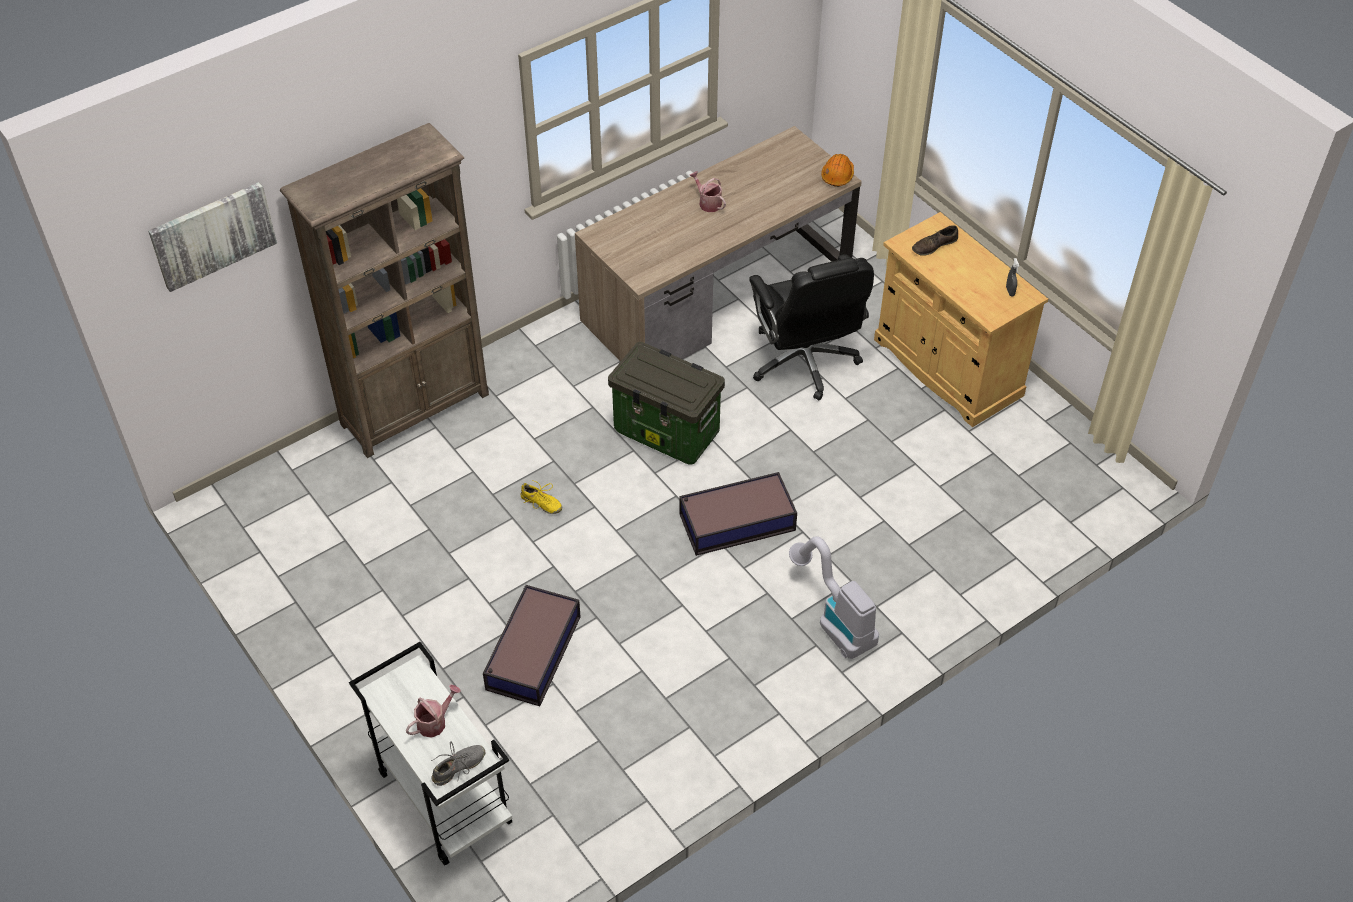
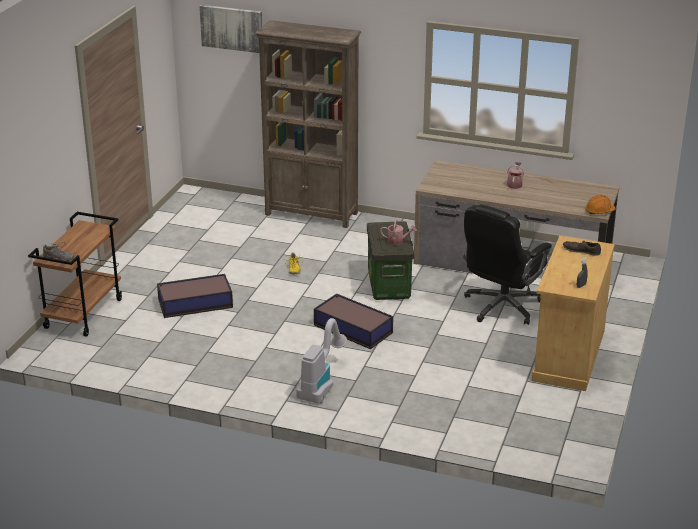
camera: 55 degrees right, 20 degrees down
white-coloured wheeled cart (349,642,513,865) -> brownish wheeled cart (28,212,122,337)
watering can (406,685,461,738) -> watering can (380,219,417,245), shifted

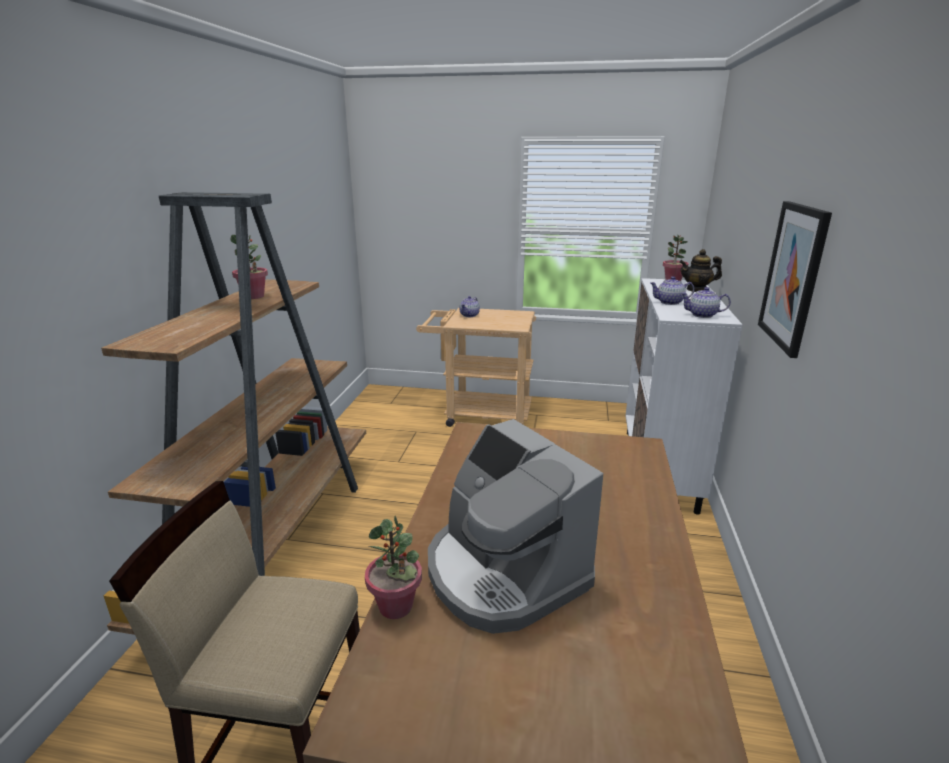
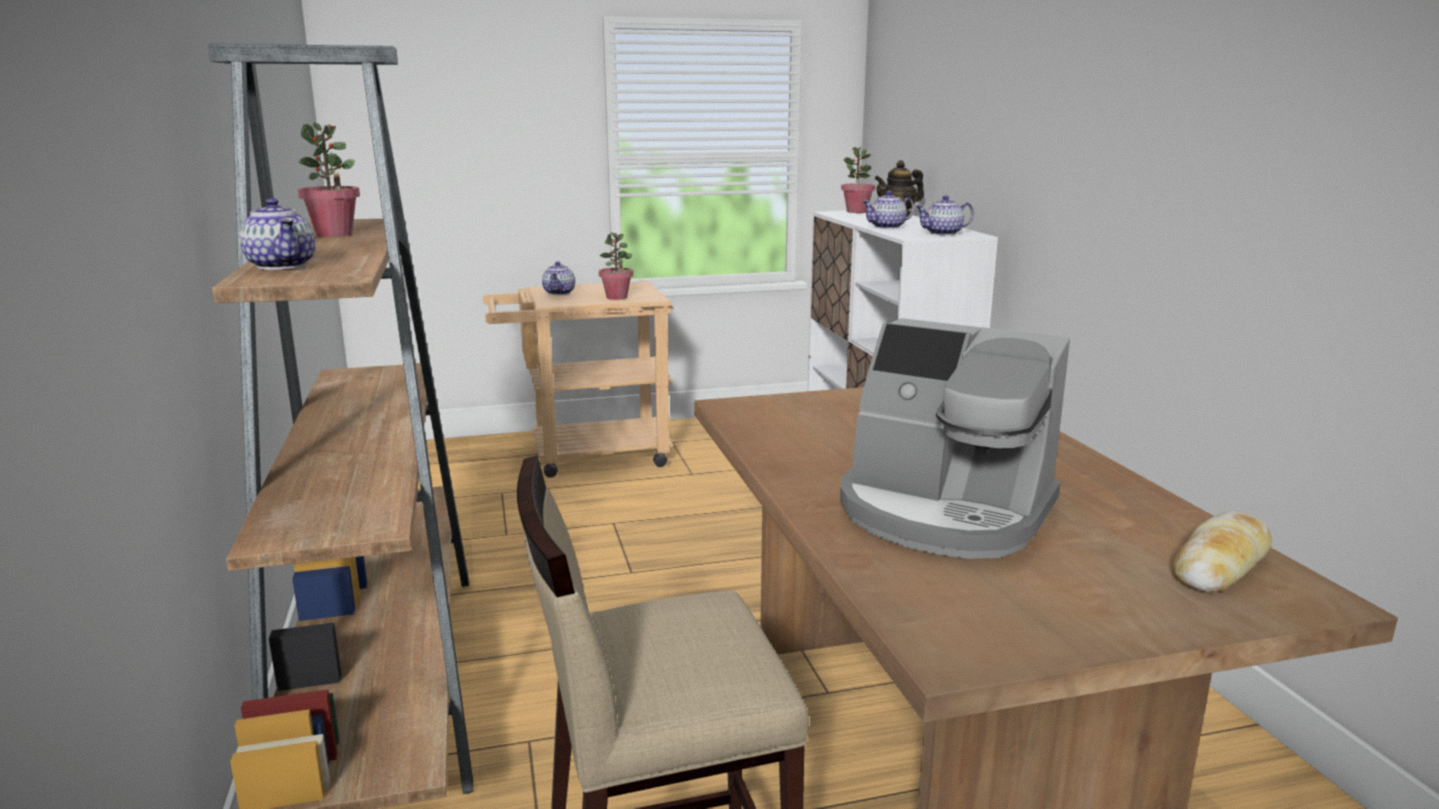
camera: 25 degrees left, 5 degrees down
plant in a pot (365,516,422,619) -> plant in a pot (599,232,633,300), shifted
picture (758,201,832,358) -> none
none -> teapot (239,198,315,270)
none -> bakery bread (1173,511,1272,593)

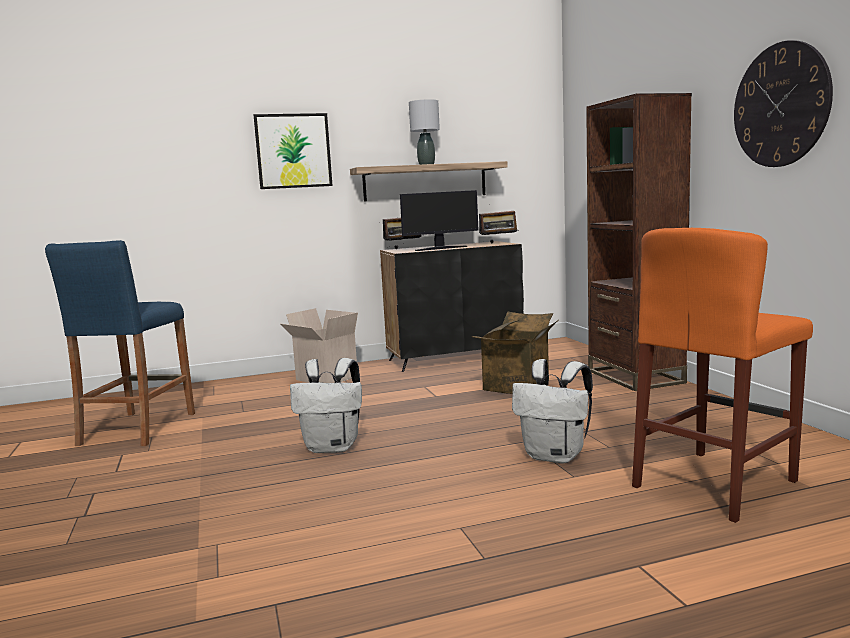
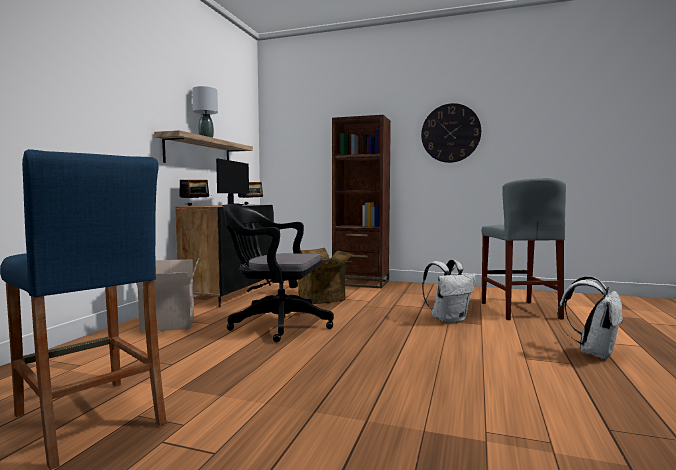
camera: 55 degrees left, 5 degrees down
picture (254,113,333,189) -> none
white-coloured knapsack (290,358,362,453) -> white-coloured knapsack (557,276,623,360), shifted
orange-coloured sitting stool (632,228,813,523) -> grey sitting stool (481,178,566,320)
none -> blackish office chair (223,204,334,342)

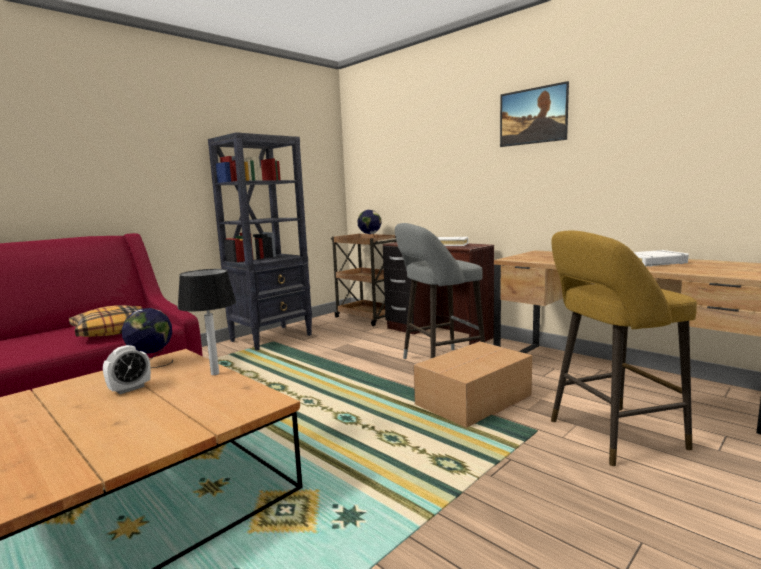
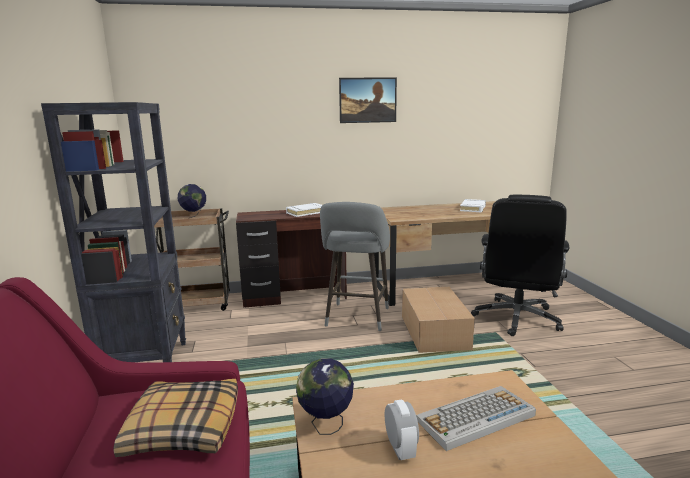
camera: 55 degrees left, 5 degrees up
tabletop lamp (177,269,236,375) -> none
yellow sitting stool (551,231,697,466) -> blackish office chair (471,195,569,336)
none -> computer keyboard (416,386,536,451)

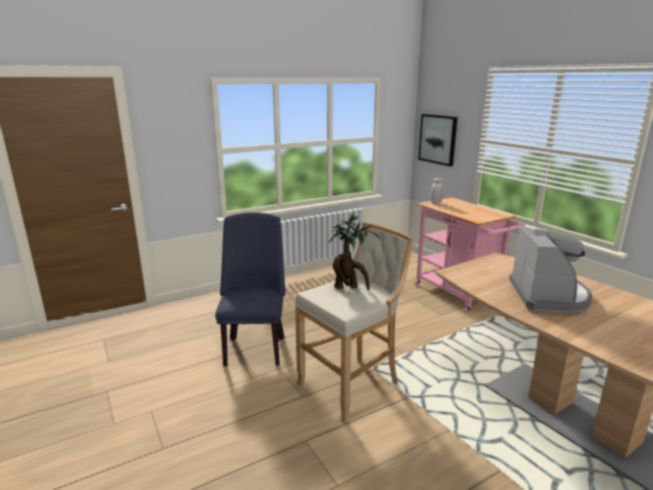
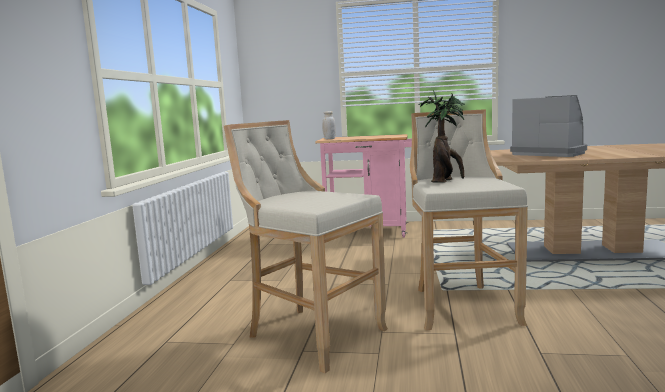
camera: 50 degrees left, 10 degrees down
bluish plain chair (215,212,286,366) -> beige-coloured sitting stool (224,120,388,373)
picture (418,114,458,166) -> none

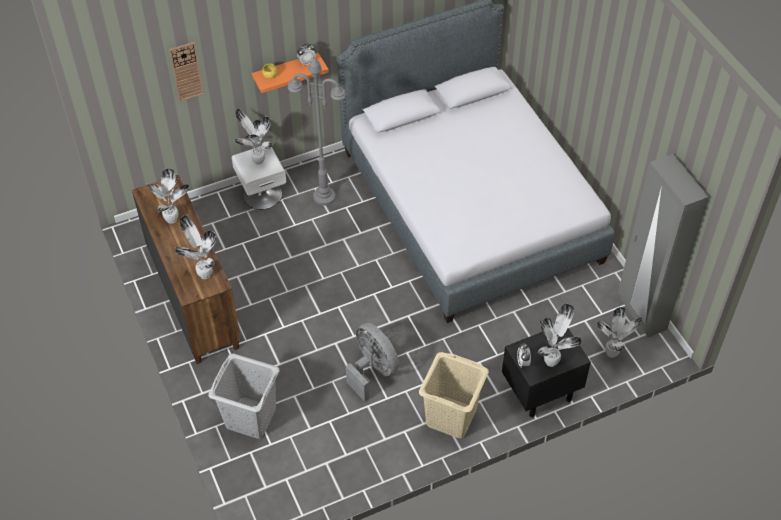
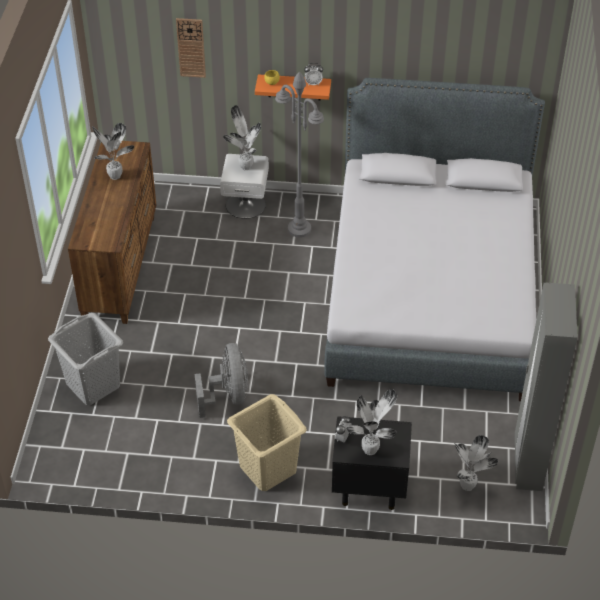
camera: 30 degrees right, 5 degrees down
plant in a pot (175,215,216,279) -> none

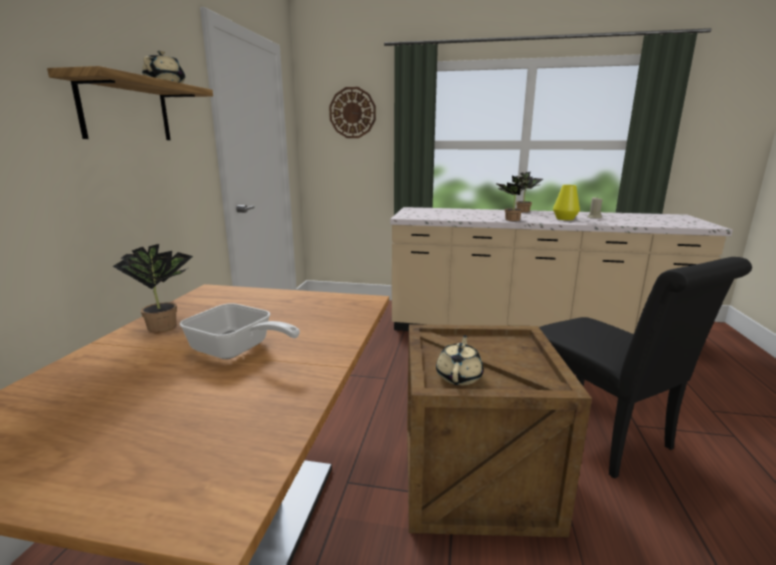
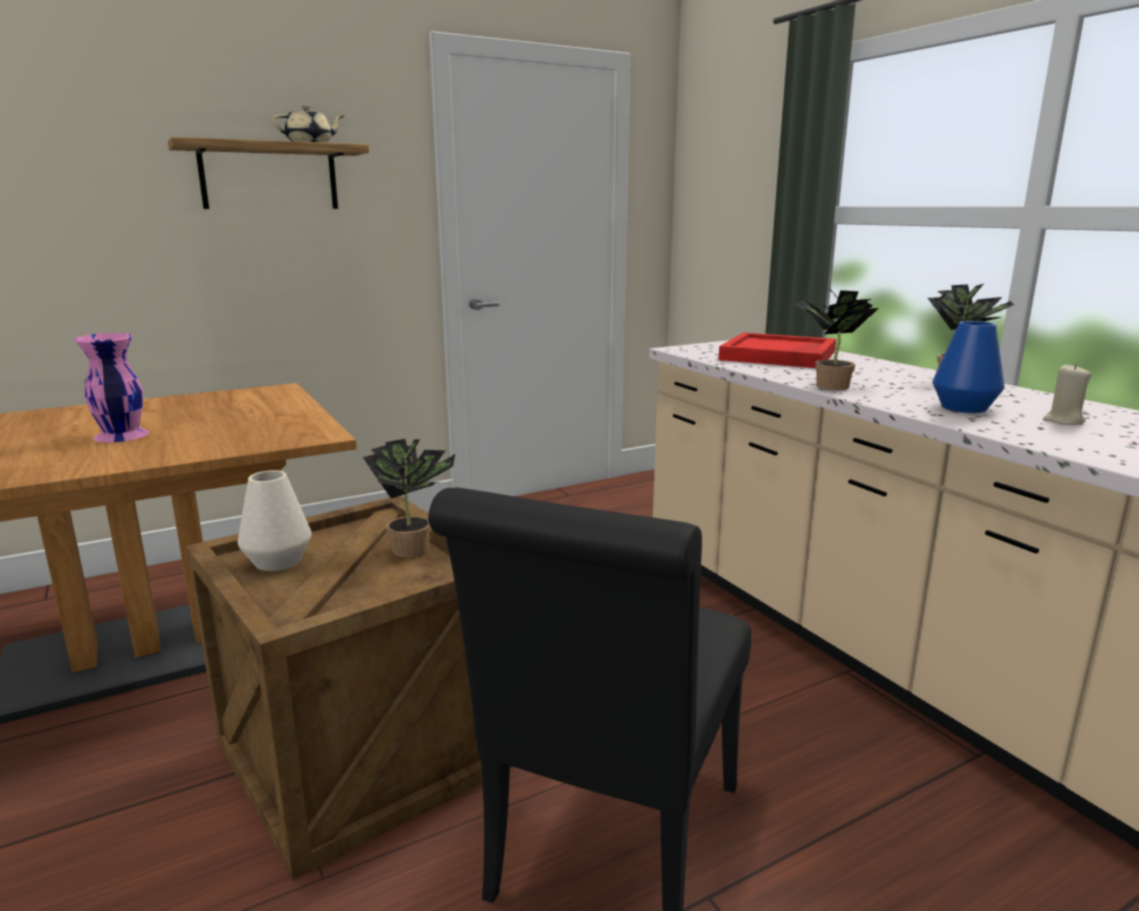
camera: 50 degrees right, 0 degrees up
plant in a pot (113,244,193,332) -> plant in a pot (363,439,455,558), shifted
skillet (179,303,300,359) -> pinkish decorative vase (75,333,149,443)
hanging clock (329,87,376,138) -> none
beige-coloured teapot (436,335,484,385) -> white-coloured decorative vase (238,470,312,571)
yellow decorative vase (553,185,580,220) -> bluish decorative vase (933,321,1005,413)
none -> red serving tray (718,332,836,368)

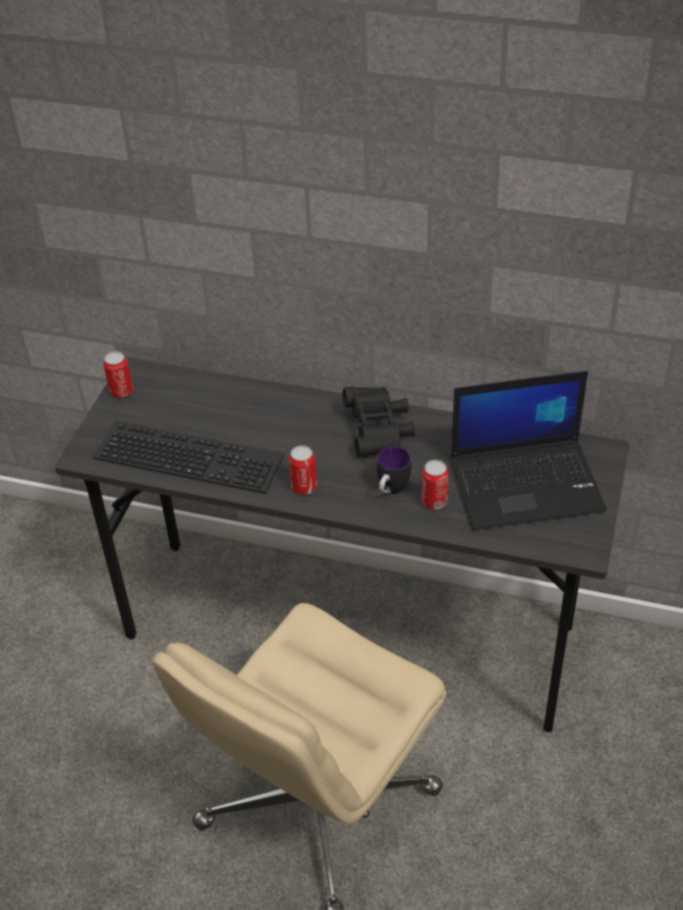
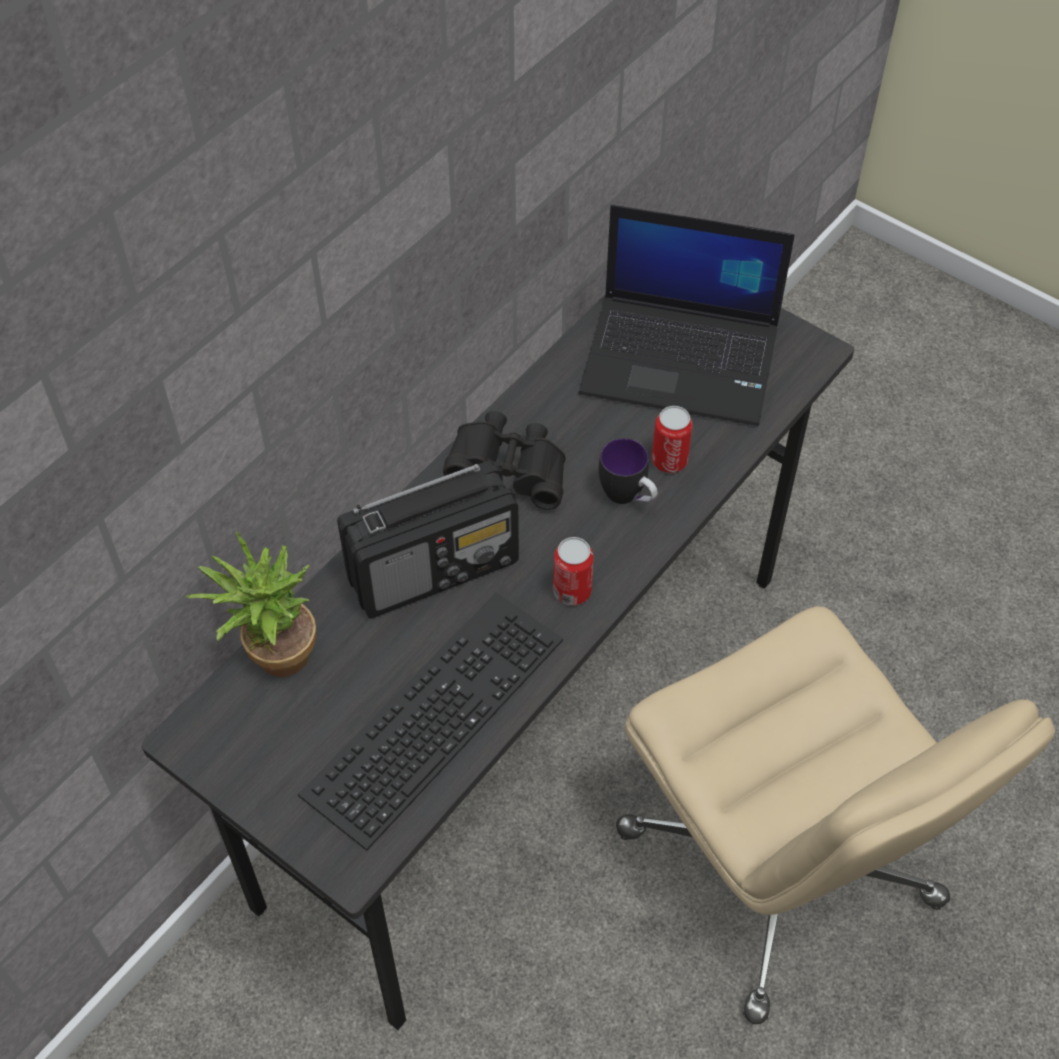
camera: 70 degrees left, 10 degrees up
can (103,351,133,398) -> none
notebook computer (451,371,607,530) -> notebook computer (579,205,795,426), 90 degrees clockwise
none -> plant in a pot (186,531,316,677)
none -> radio (337,461,519,618)

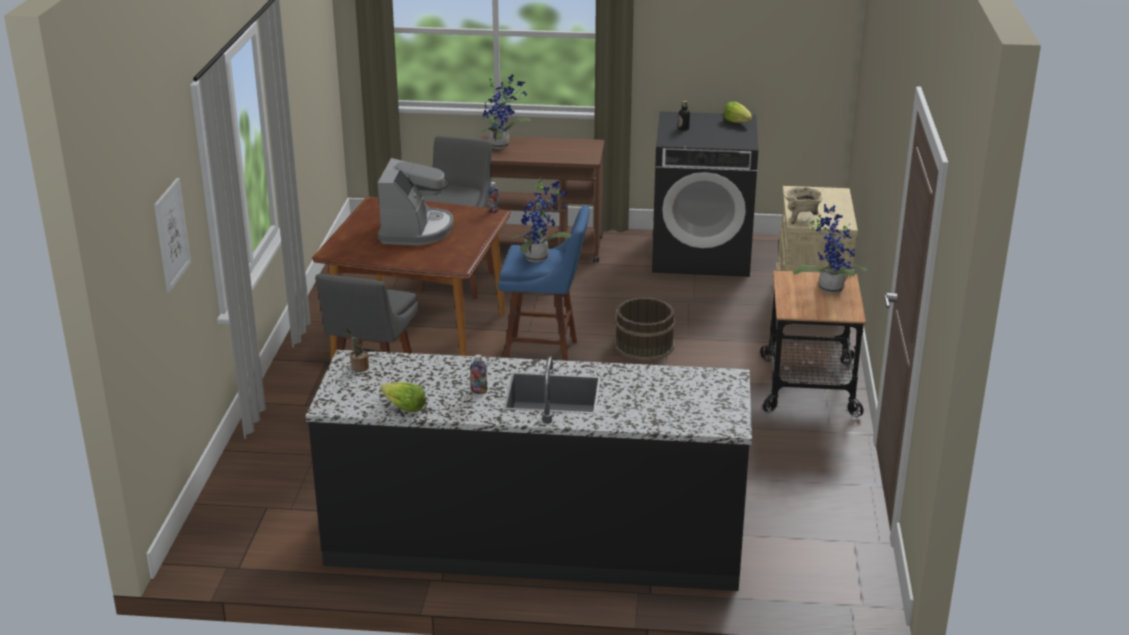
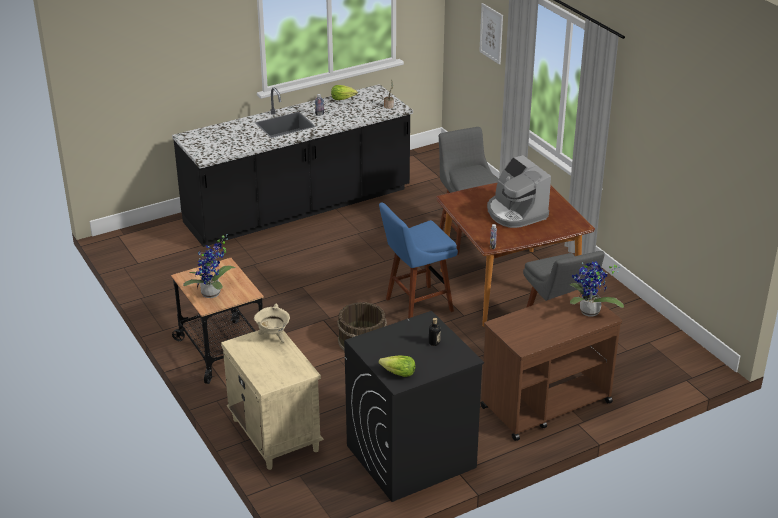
camera: 145 degrees right, 5 degrees up
plant in a pot (511,177,571,262) -> none

